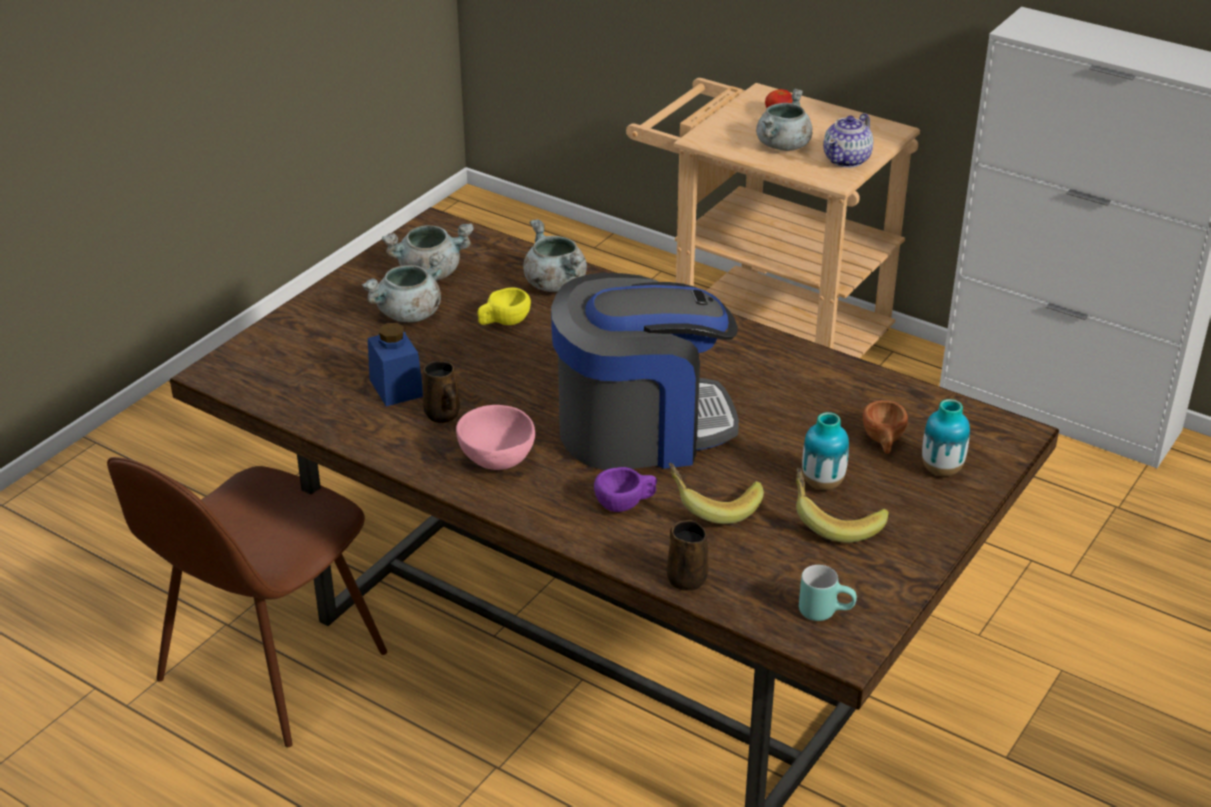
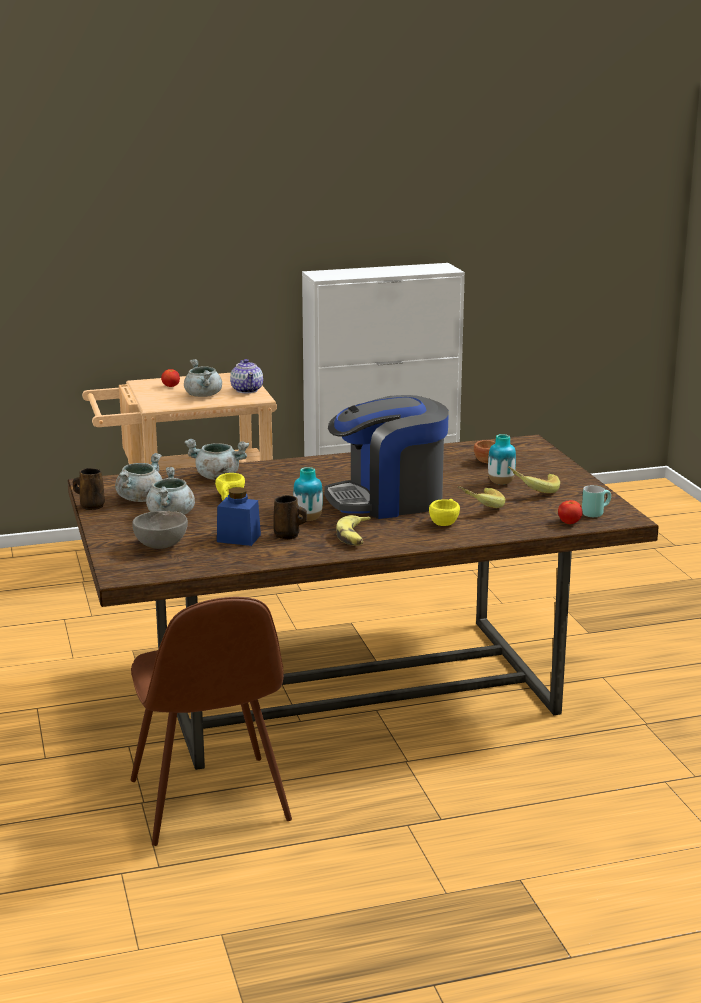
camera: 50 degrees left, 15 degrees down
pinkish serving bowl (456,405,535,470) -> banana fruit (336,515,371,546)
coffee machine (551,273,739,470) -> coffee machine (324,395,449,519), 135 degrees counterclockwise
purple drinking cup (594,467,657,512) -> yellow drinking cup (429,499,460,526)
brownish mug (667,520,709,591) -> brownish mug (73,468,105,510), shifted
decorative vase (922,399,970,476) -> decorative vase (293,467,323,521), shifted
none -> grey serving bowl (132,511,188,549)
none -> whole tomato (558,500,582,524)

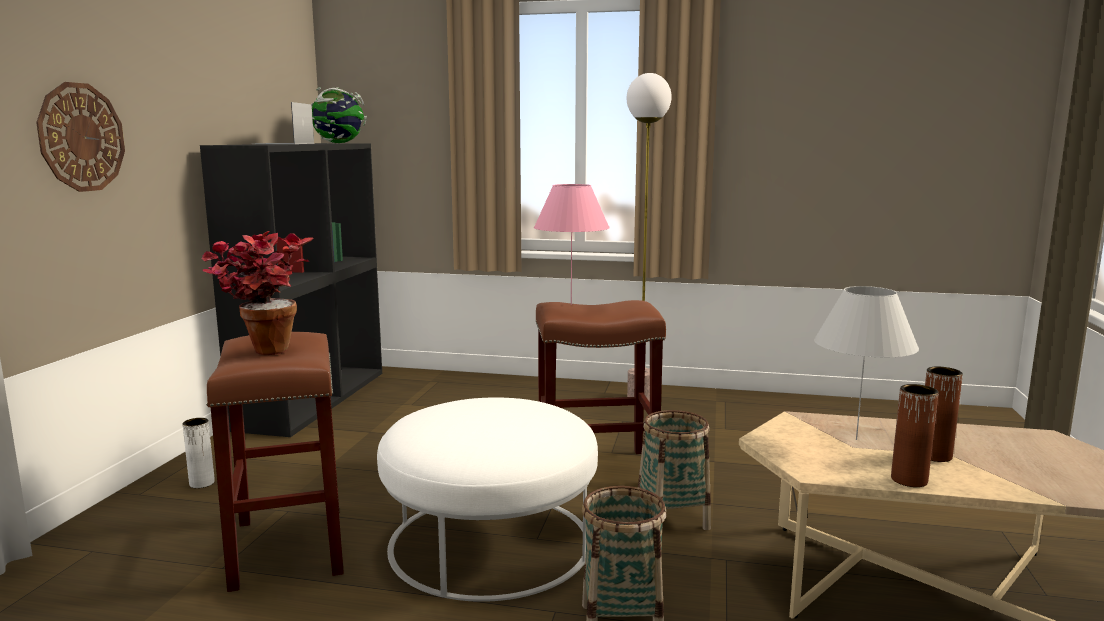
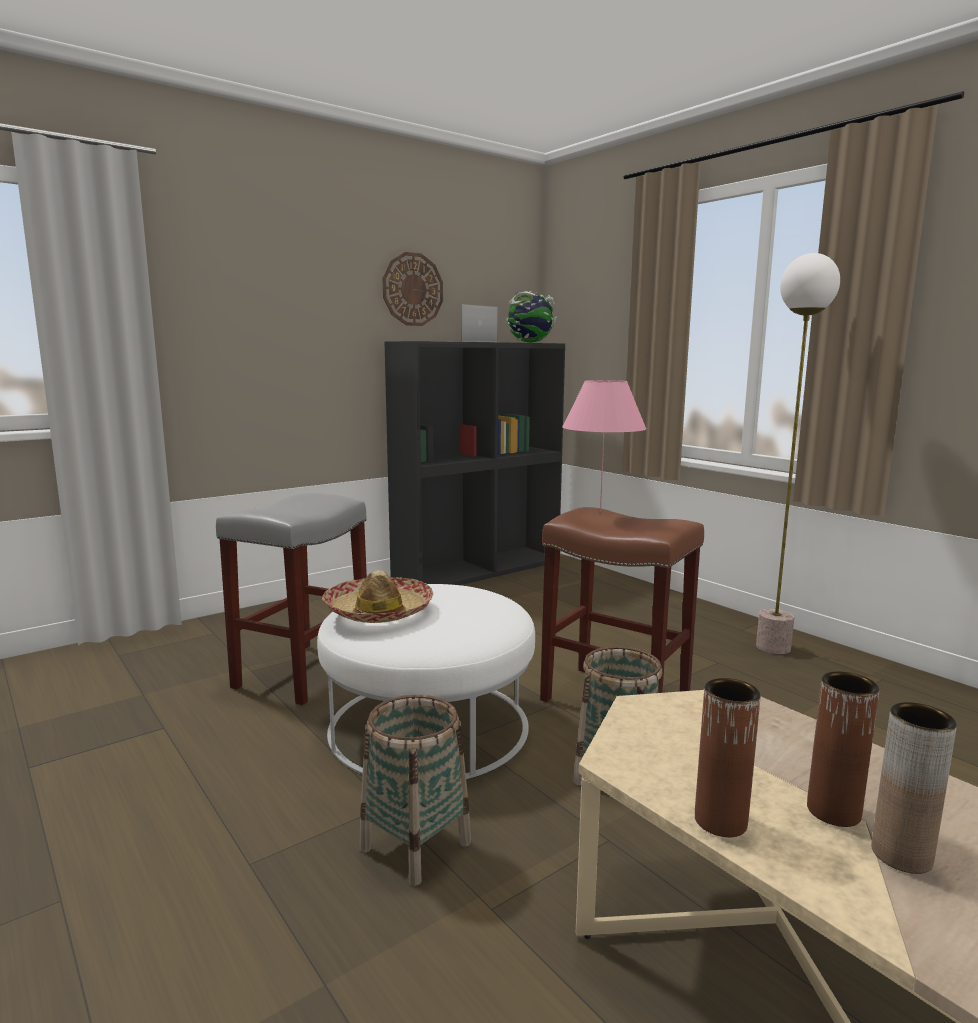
camera: 40 degrees right, 0 degrees up
hanging clock (36,82,125,192) -> hanging clock (383,252,443,326), shifted
white-coloured decorative vase (182,418,215,488) -> none
plant in a pot (201,231,313,355) -> none
brownish sitting stool (206,332,344,592) -> grey sitting stool (216,493,367,705)
white-coloured tabletop lamp (814,286,919,440) -> none
none -> clothing hat (322,570,433,623)
none -> brownish decorative vase (871,702,957,874)

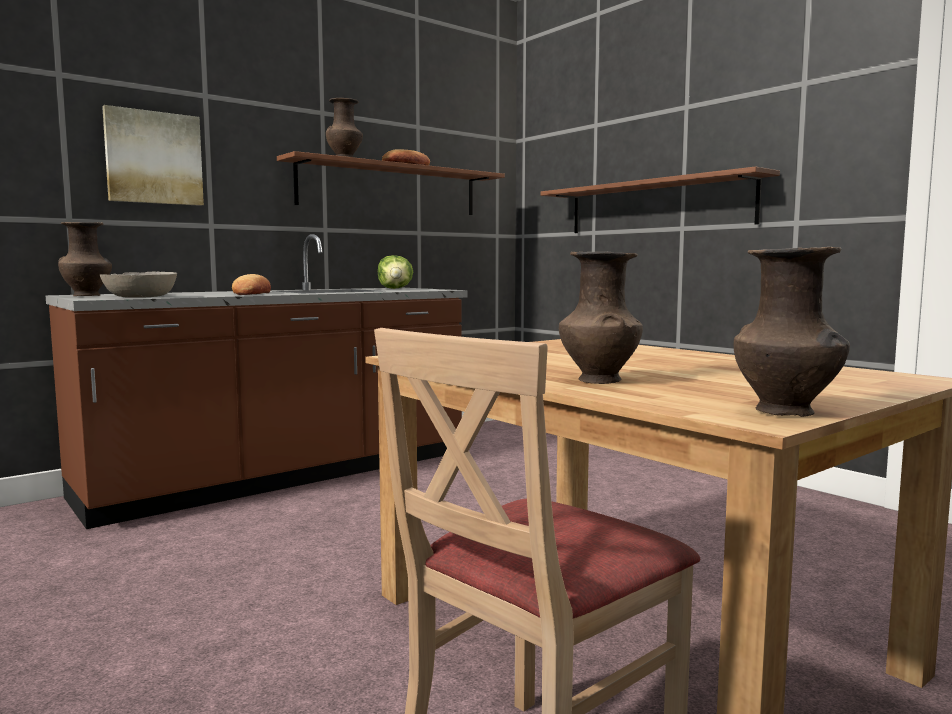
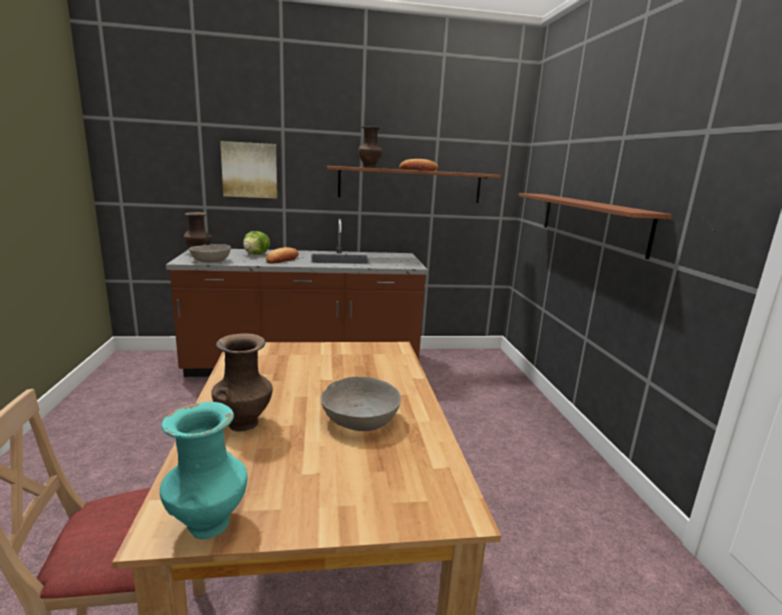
camera: 30 degrees right, 10 degrees up
lettuce head (378,255,413,289) -> lettuce head (243,231,270,255), shifted
brownish decorative vase (733,247,850,417) -> turquoise-coloured decorative vase (160,402,247,539)
none -> grey serving bowl (320,376,401,431)

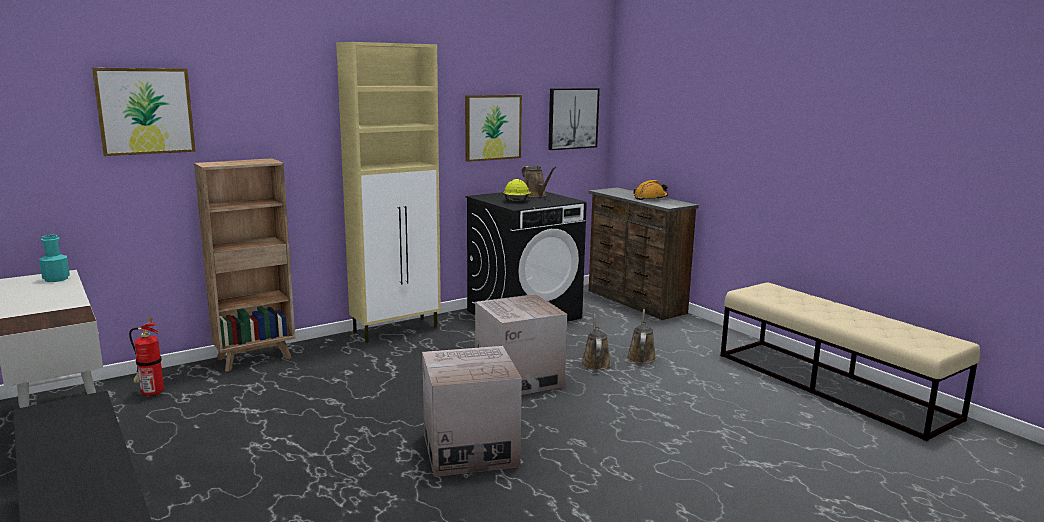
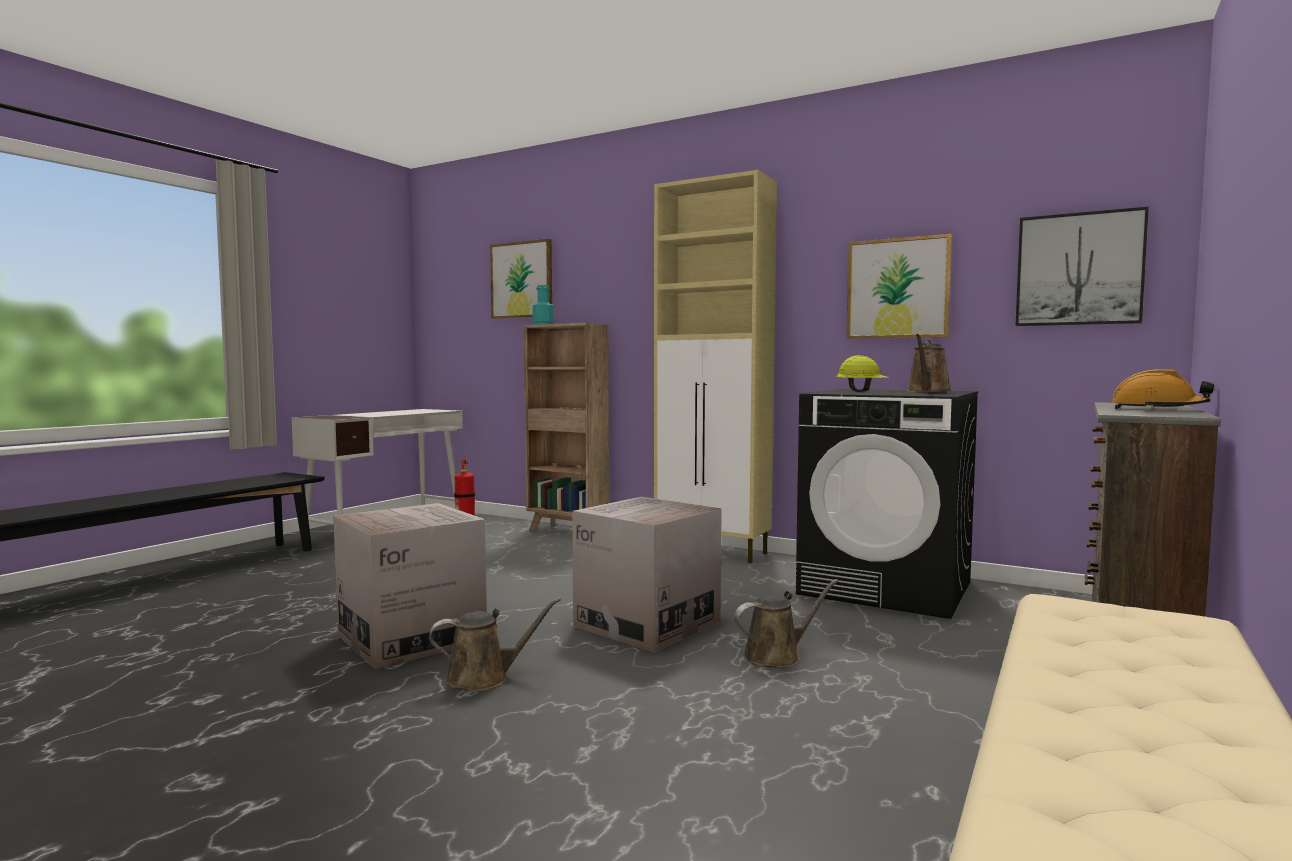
camera: 65 degrees right, 10 degrees down
turquoise-coloured drink bottle (39,235,70,282) -> turquoise-coloured drink bottle (533,285,554,325), shifted
brownish watering can (627,309,656,363) -> brownish watering can (429,597,561,691), shifted

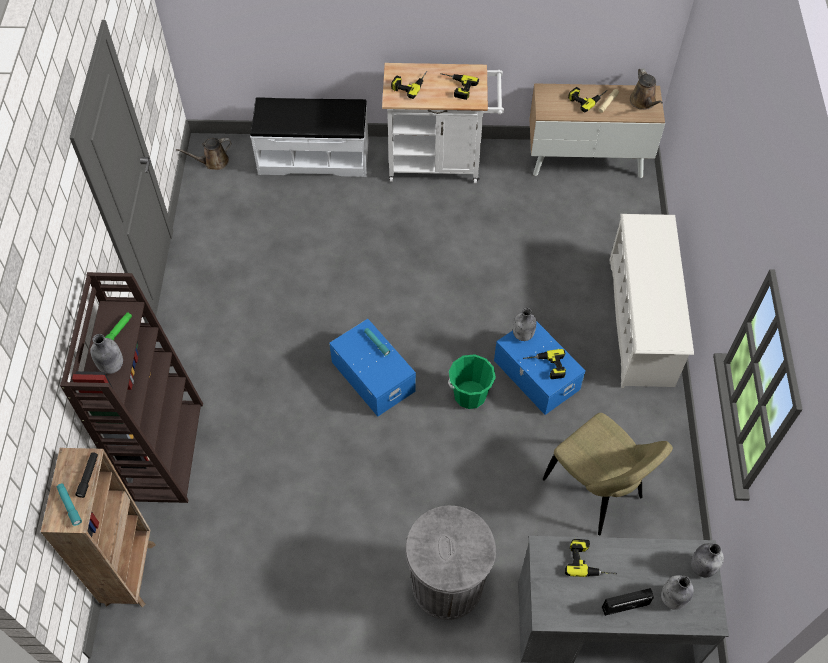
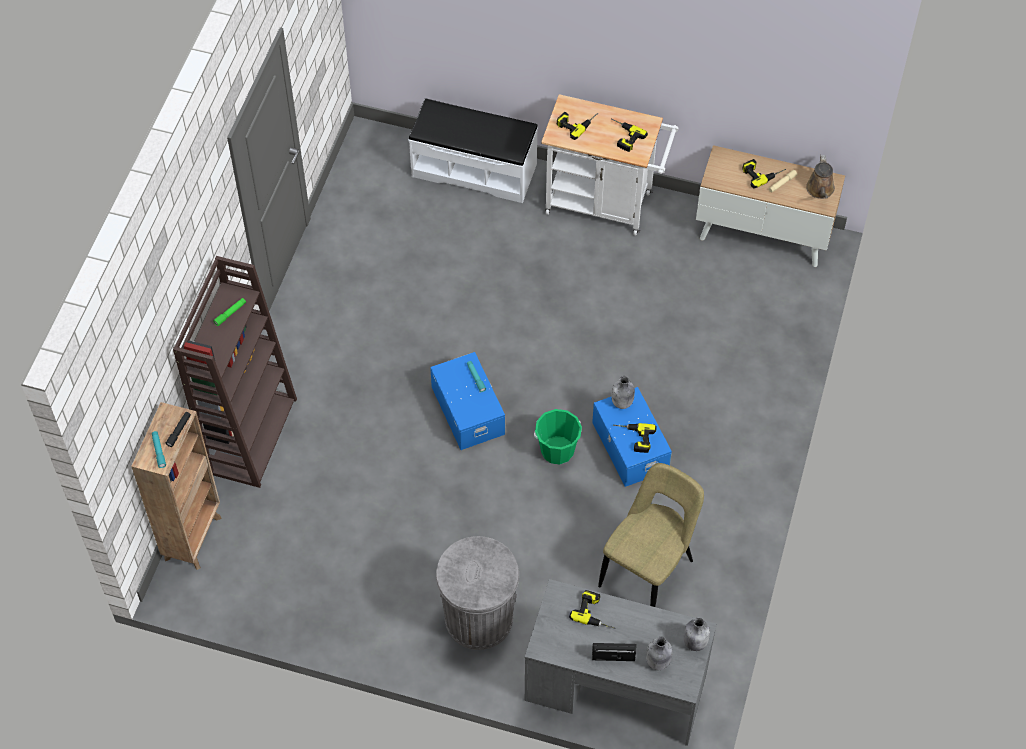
camera: 15 degrees right, 0 degrees up
grey drink bottle (90,334,123,374) -> none
brownish watering can (176,138,232,170) -> none
beige-coloured plain chair (543,413,673,535) -> beige-coloured plain chair (598,463,704,607), 120 degrees counterclockwise
white-coloured shoe shelf (610,214,694,388) -> none

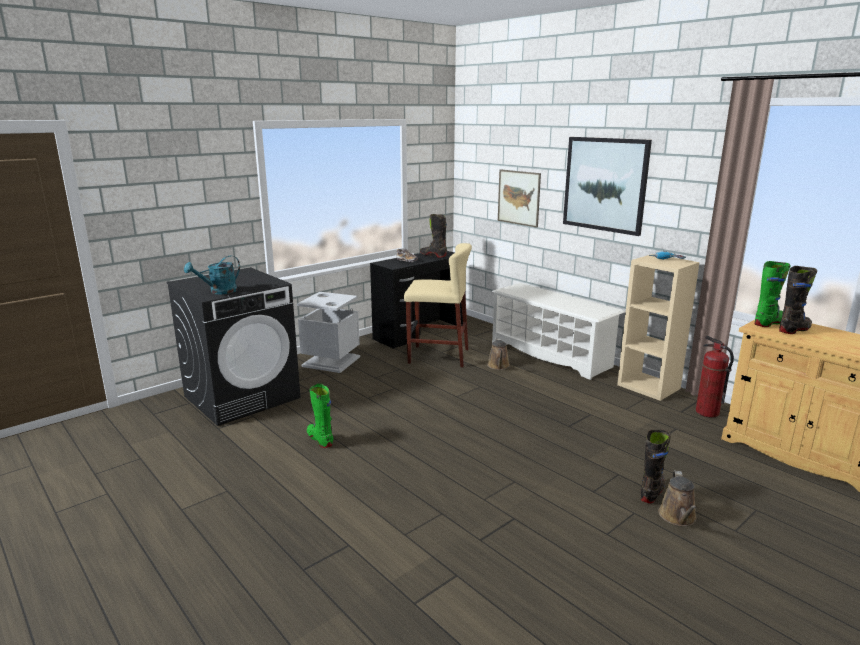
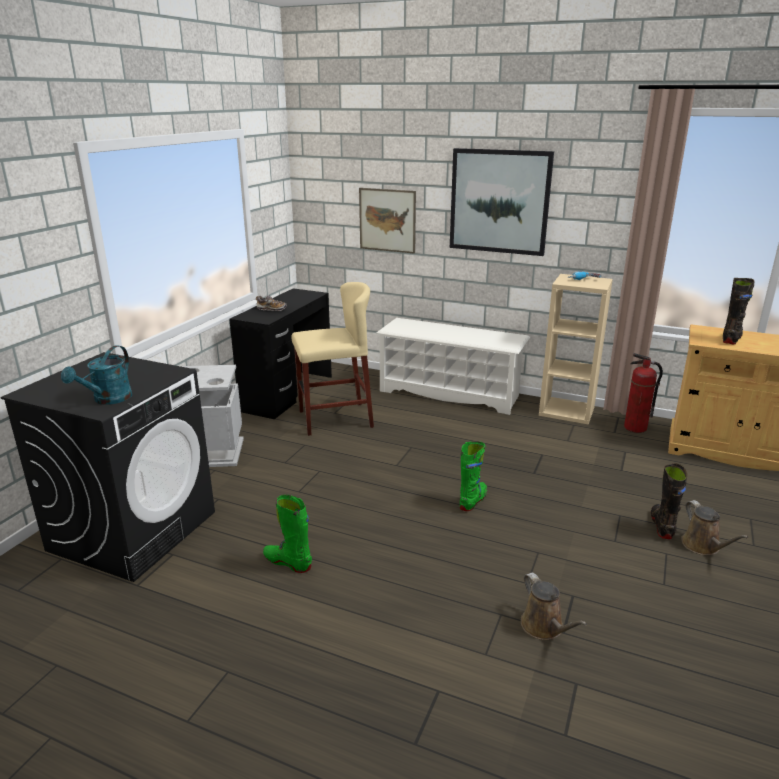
camera: 25 degrees left, 5 degrees up
blackish tall boot (420,214,447,258) -> none
brownish watering can (487,339,510,370) -> brownish watering can (521,572,587,640), shifted
green-coloured tall boot (755,261,791,327) -> green-coloured tall boot (460,441,487,511), shifted

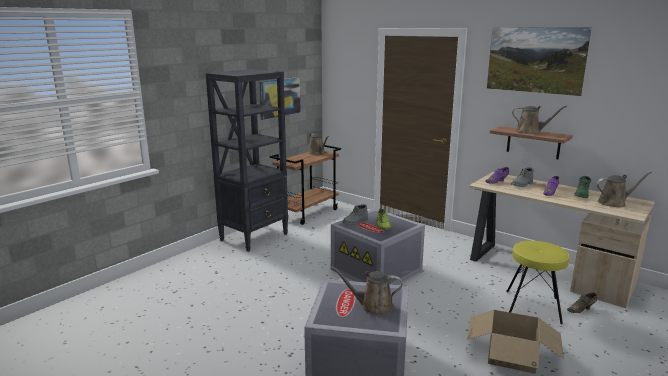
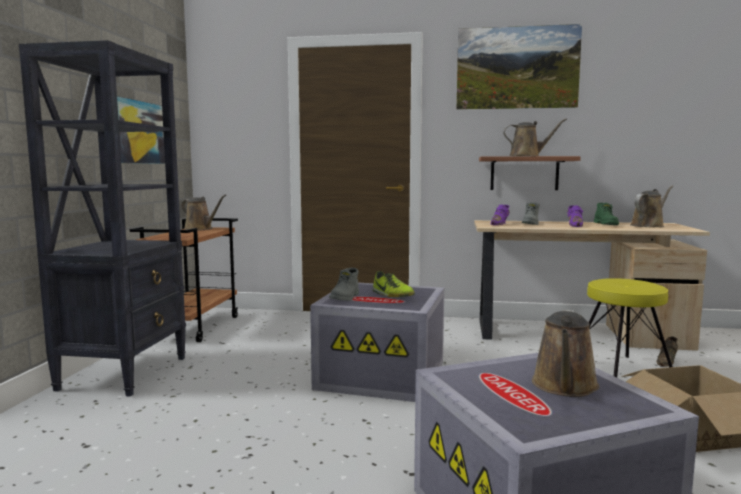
camera: 30 degrees left, 10 degrees down
brownish watering can (331,267,403,315) -> brownish watering can (532,310,599,397), 45 degrees counterclockwise

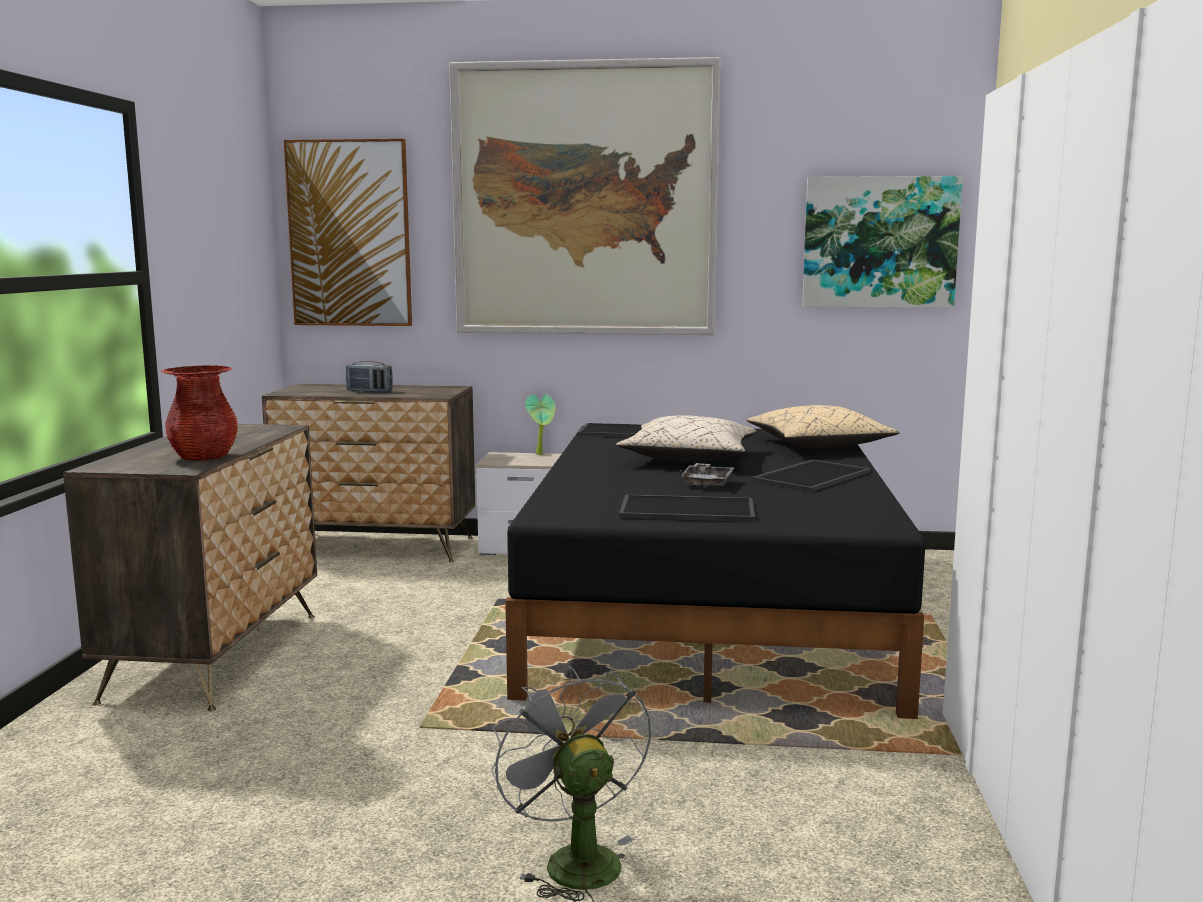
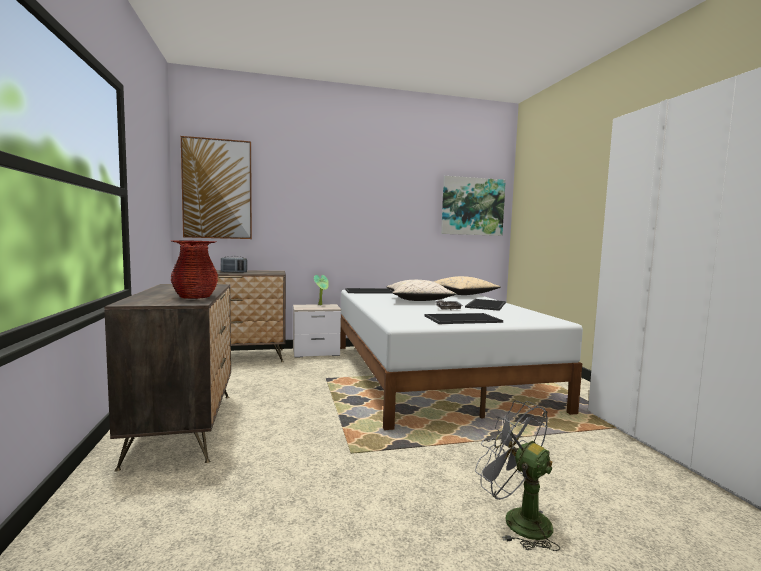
camera: 20 degrees left, 5 degrees down
picture (449,57,721,335) -> none
blackish bed (505,426,925,719) -> white-coloured bed (340,290,583,430)

